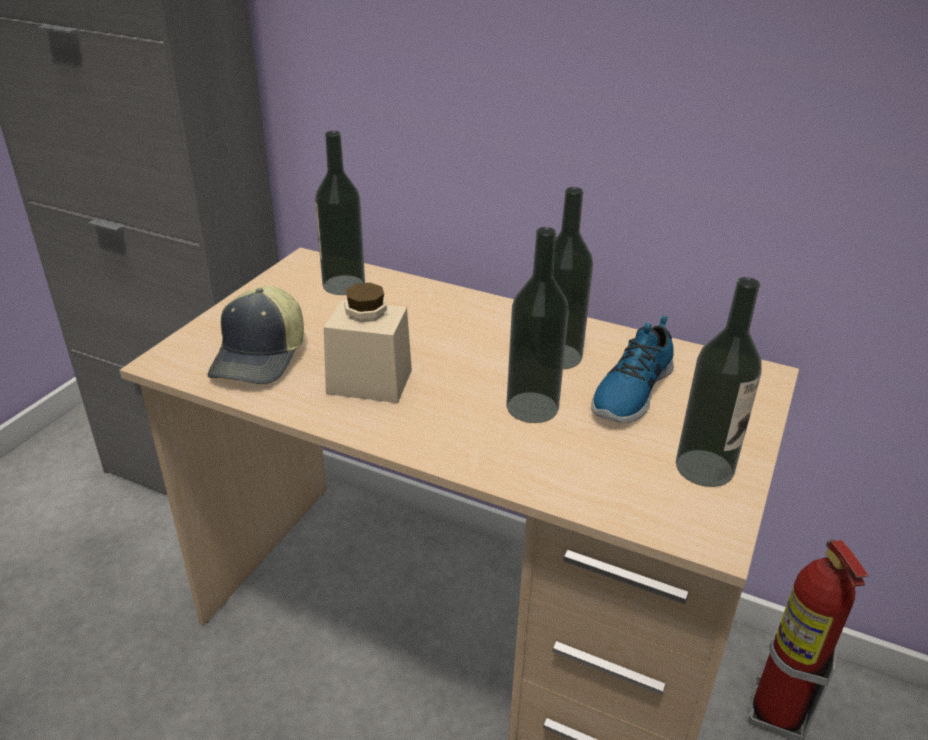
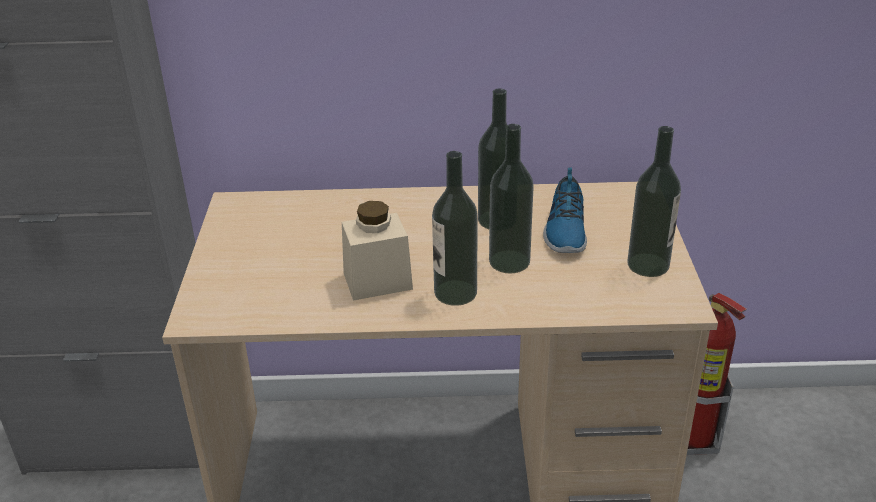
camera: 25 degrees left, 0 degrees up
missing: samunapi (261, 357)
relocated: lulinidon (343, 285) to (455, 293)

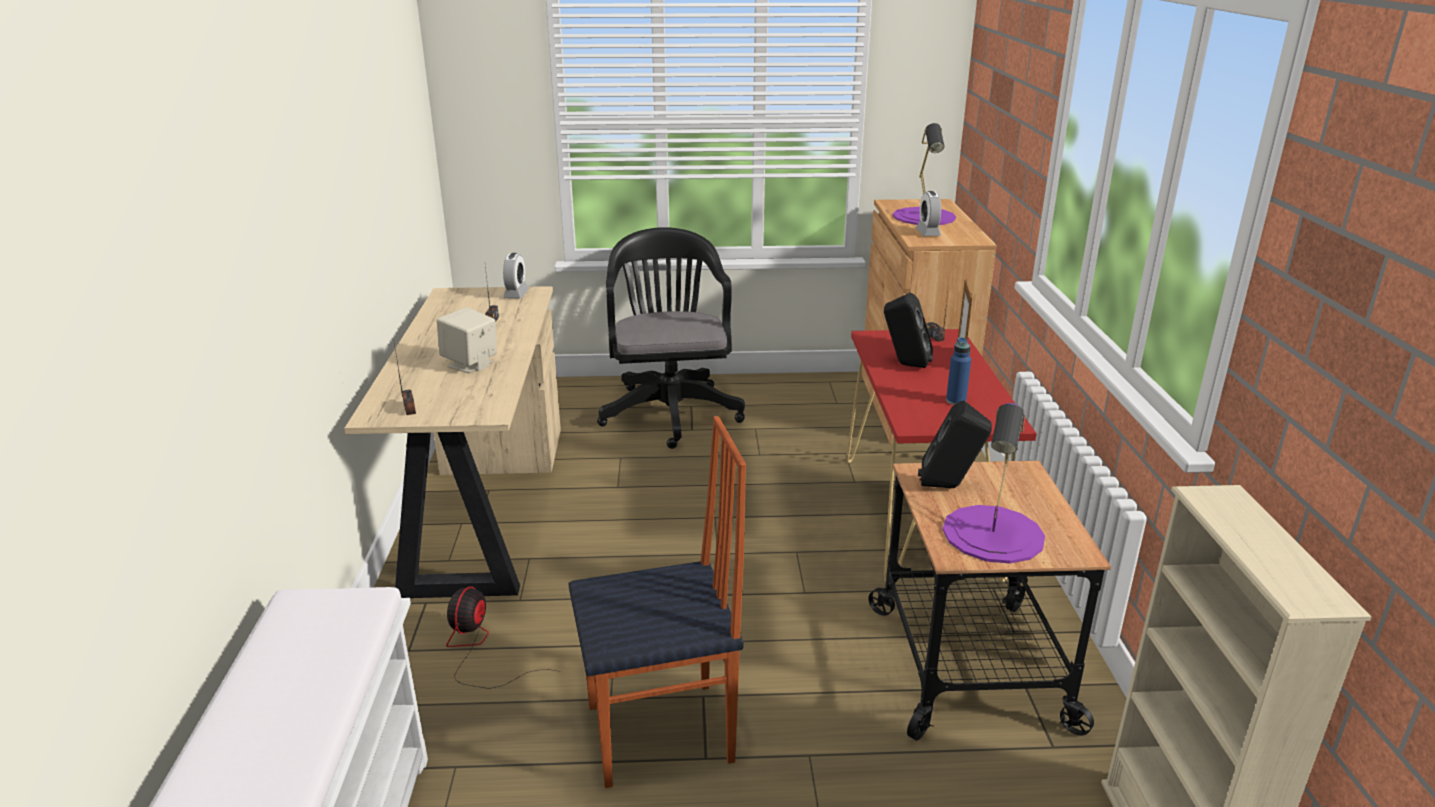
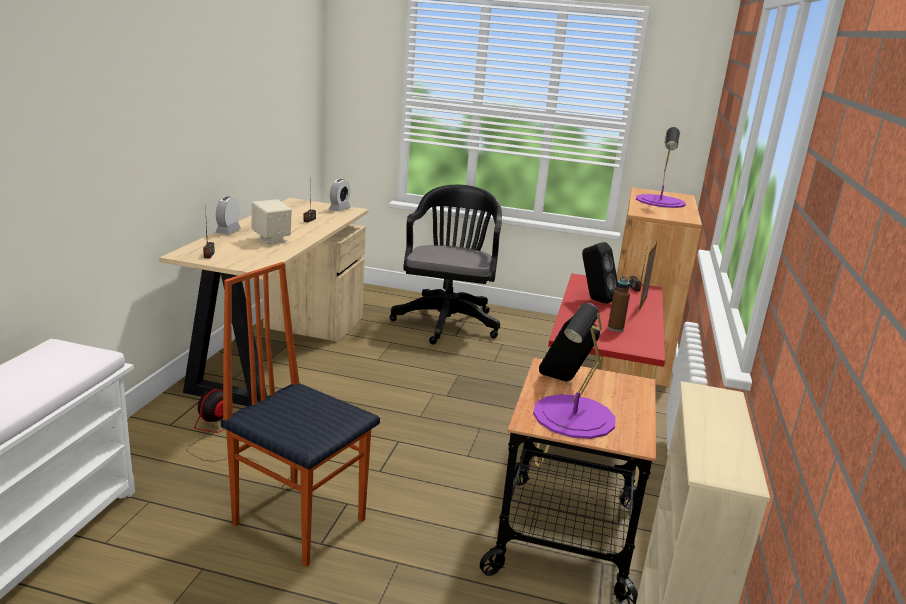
camera: 15 degrees right, 5 degrees down
relocated: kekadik (928, 233) to (228, 231)
colour: lulinidon (blue) (955, 401) to lulinidon (brown) (615, 328)
spun: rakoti (662, 735) = (300, 520) 150 degrees counterclockwise

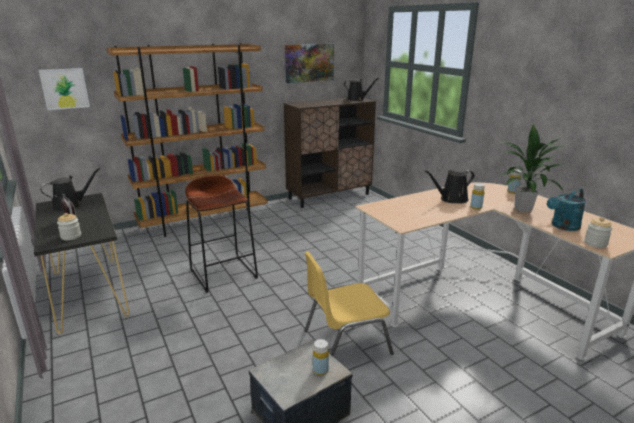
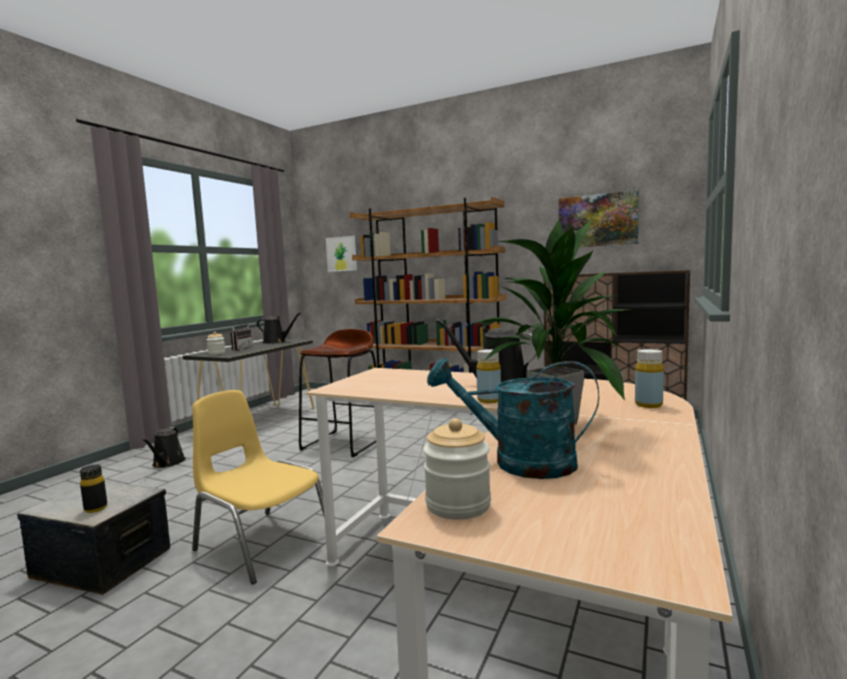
camera: 55 degrees right, 15 degrees down
relocated: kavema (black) (357, 99) to (167, 463)
colour: lulinidon (yellow) (320, 370) to lulinidon (black) (95, 508)

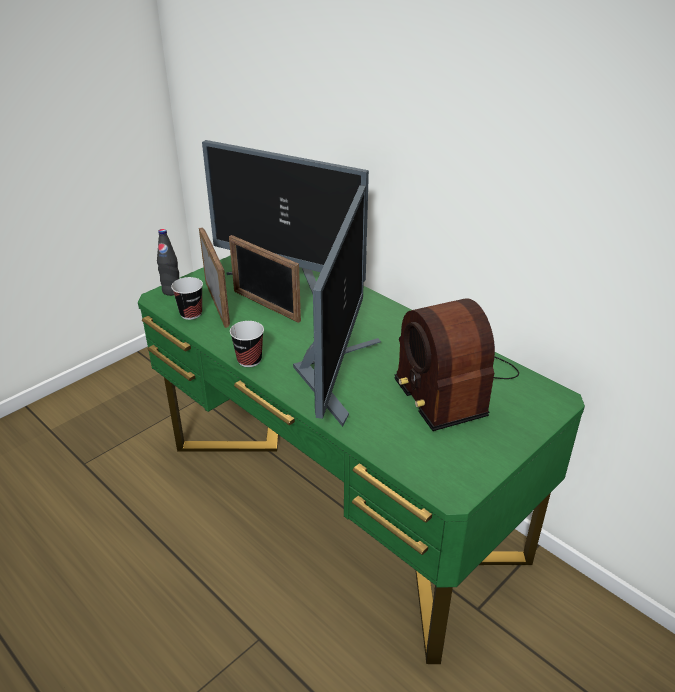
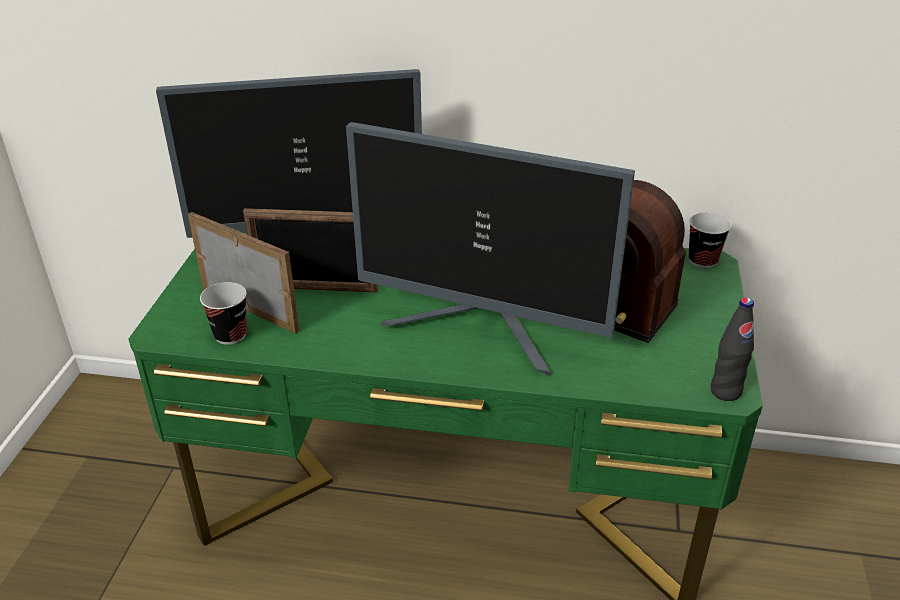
camera: 35 degrees left, 0 degrees up
relocated: lulinidon (black) (171, 291) to (725, 391); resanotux (249, 360) to (702, 260)
spun: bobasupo (334, 373) = (483, 329) 135 degrees clockwise

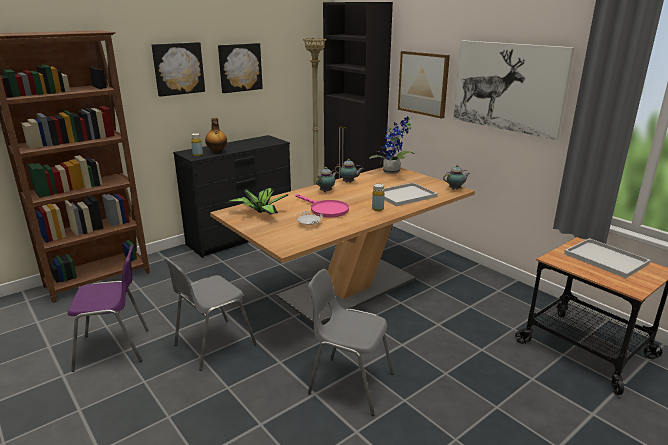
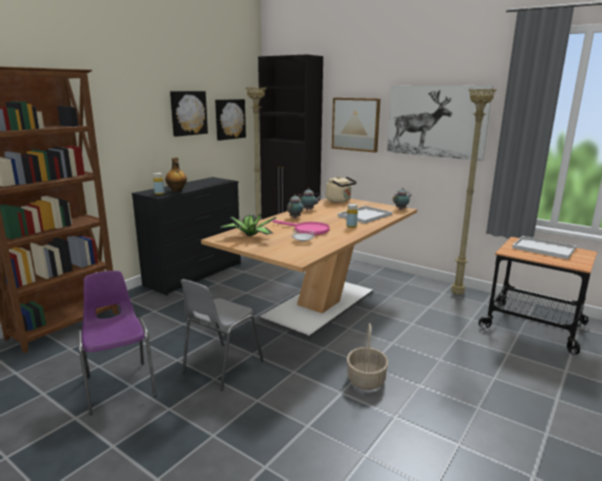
camera: 15 degrees left, 5 degrees down
appeared: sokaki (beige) (456, 294)
relocated: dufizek (178, 68) to (229, 119)
exchanged: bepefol (393, 172) to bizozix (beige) (340, 201); rakoti (grey) (349, 383) to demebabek (365, 379)
spun: rakoti (purple) (114, 349) = (120, 385) 90 degrees counterclockwise

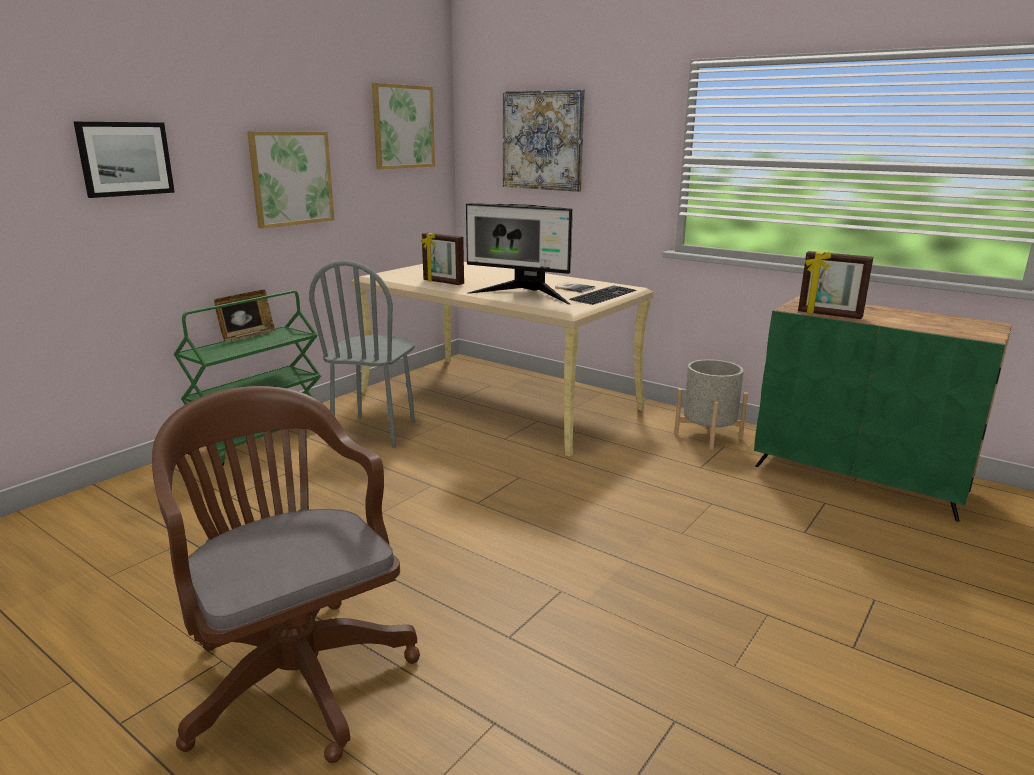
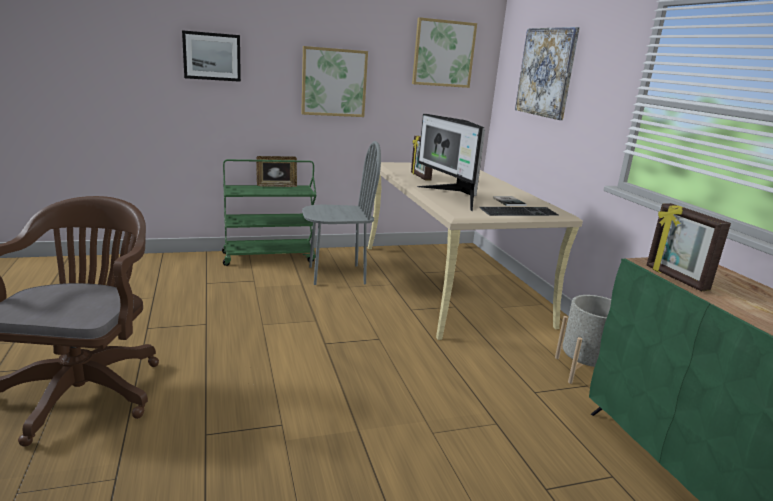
camera: 35 degrees right, 0 degrees up
spun: rakoti (grey) (375, 431) = (336, 275) 150 degrees counterclockwise

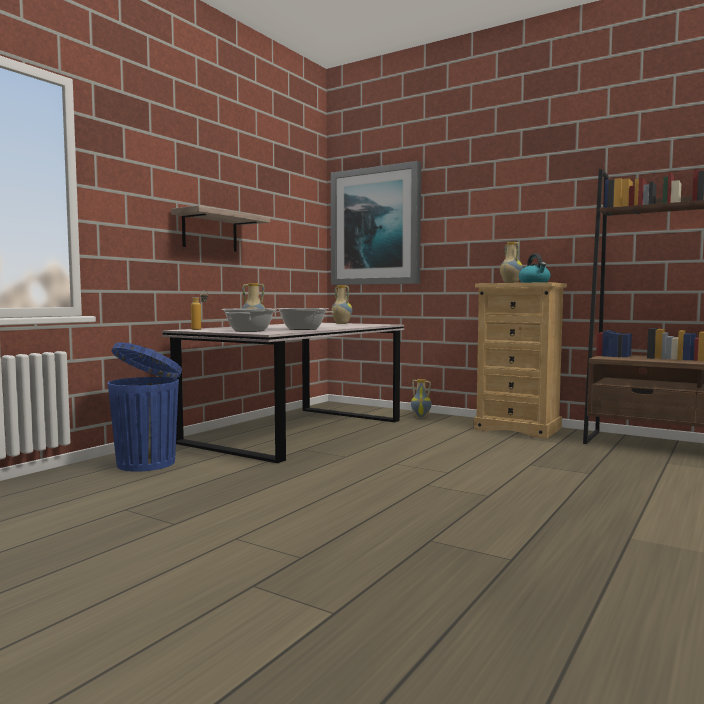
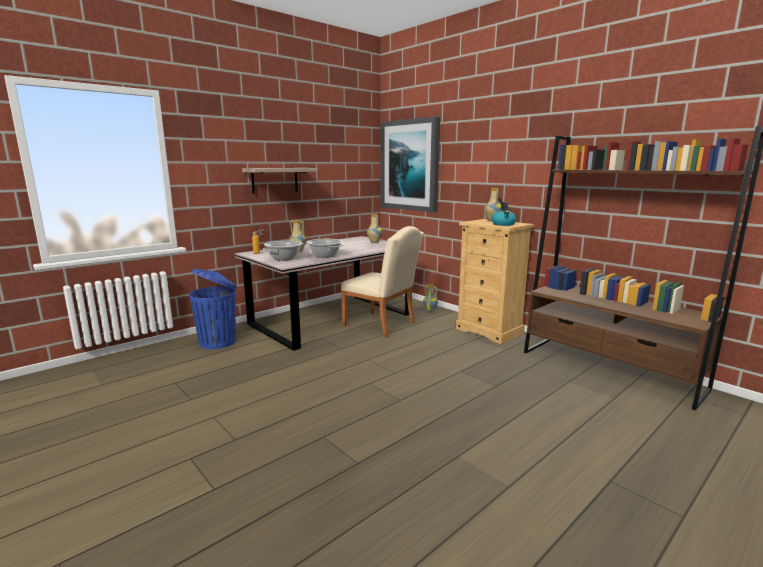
camera: 15 degrees right, 10 degrees up
appeared: rakoti (beige) (383, 325)

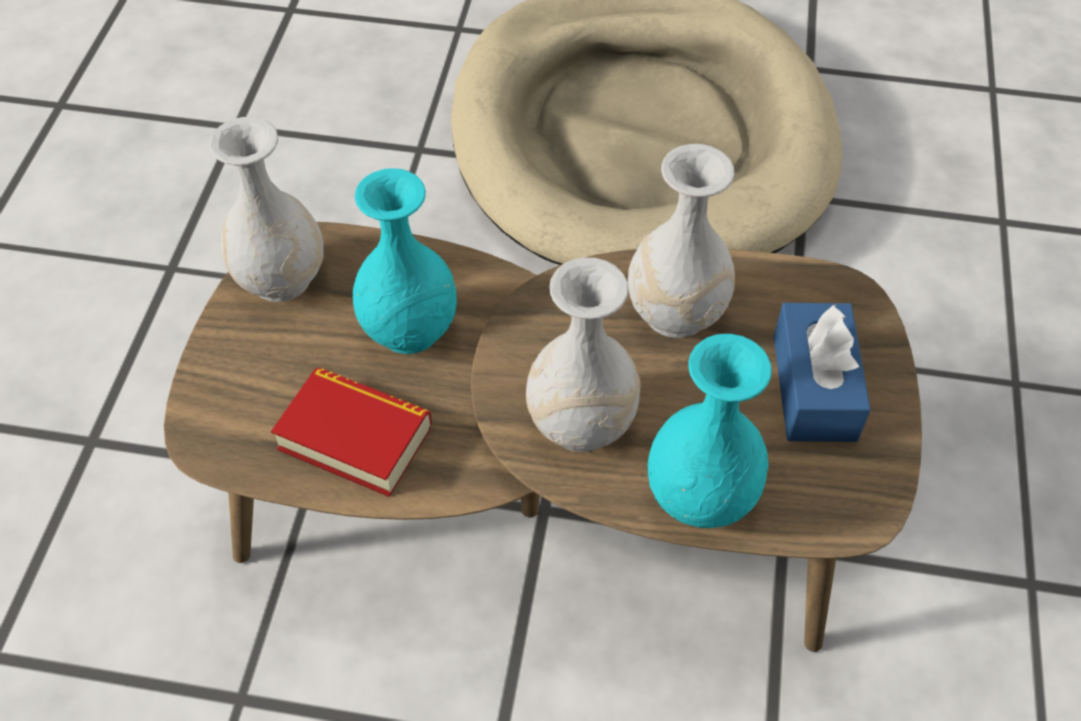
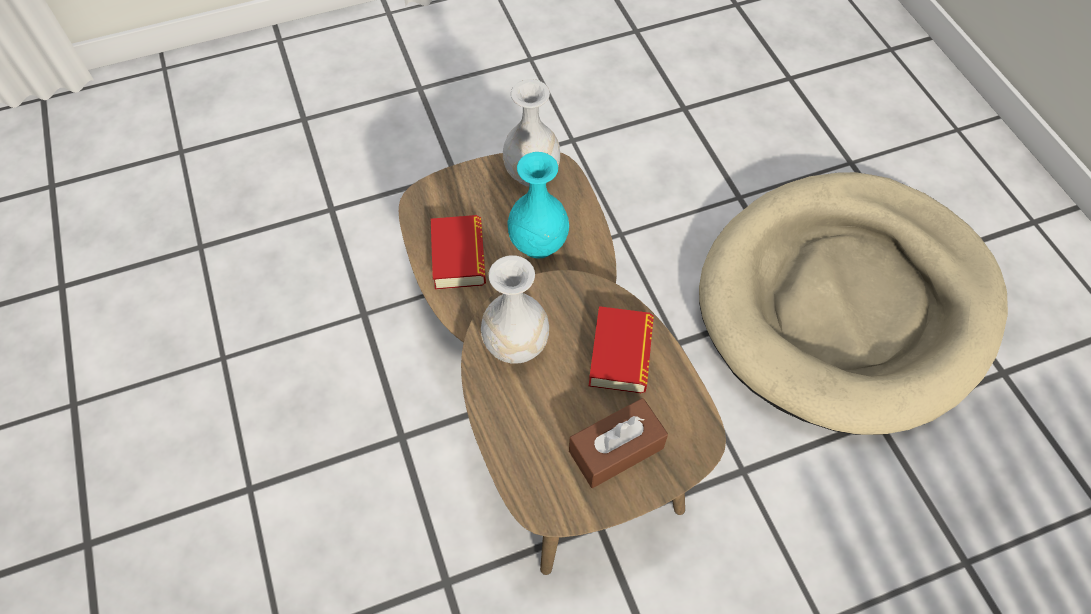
camera: 60 degrees right, 5 degrees up
missing: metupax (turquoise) (701, 497)
exchanged: metupax (white) (674, 313) to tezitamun (620, 354)
colour: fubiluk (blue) (814, 387) to fubiluk (brown) (616, 449)

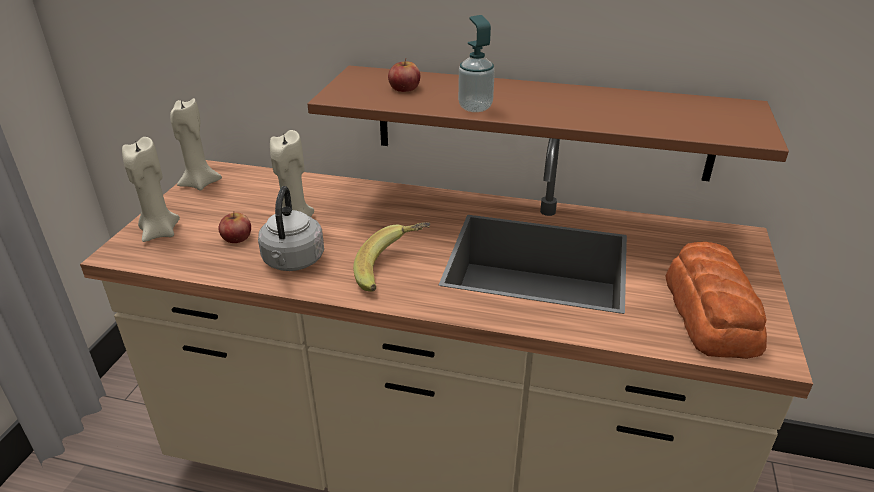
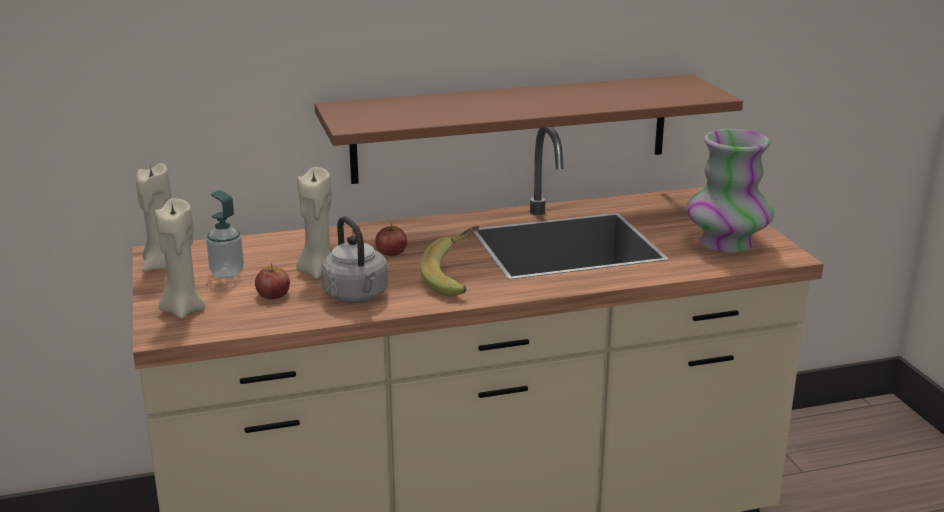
camera: 30 degrees left, 10 degrees down
relocated: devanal (475, 107) to (227, 273); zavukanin (404, 88) to (391, 251)
exchanged: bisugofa (711, 312) to metupax (726, 243)

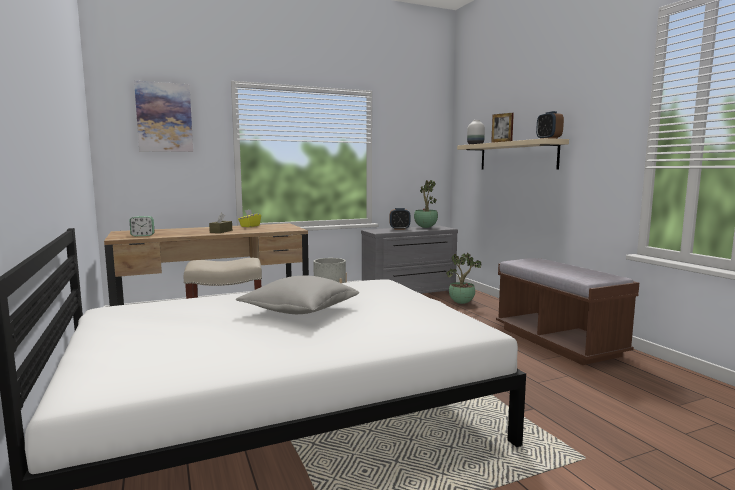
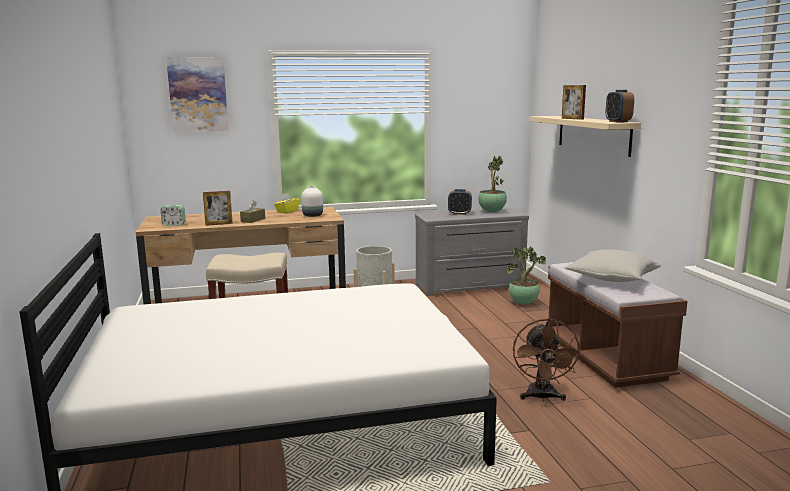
camera: 10 degrees right, 5 degrees up
appeared: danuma (219, 224); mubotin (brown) (542, 397)
relocated: metupax (white) (476, 144) to (313, 215); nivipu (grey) (300, 310) to (612, 279)

